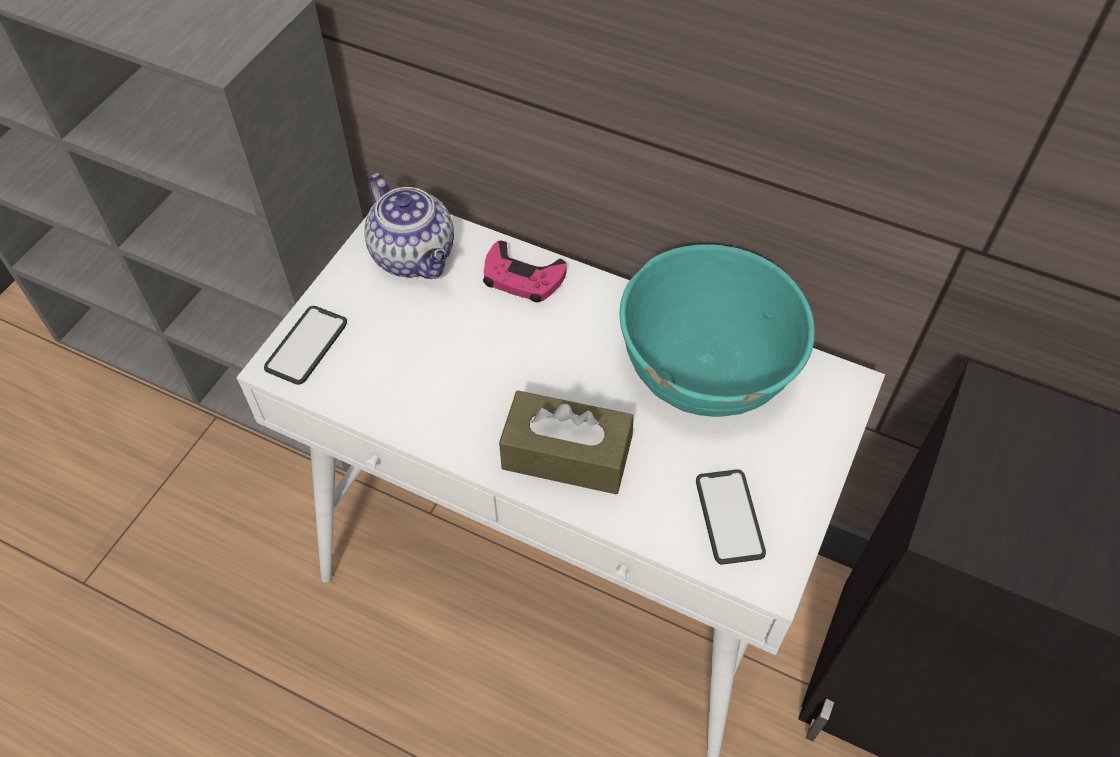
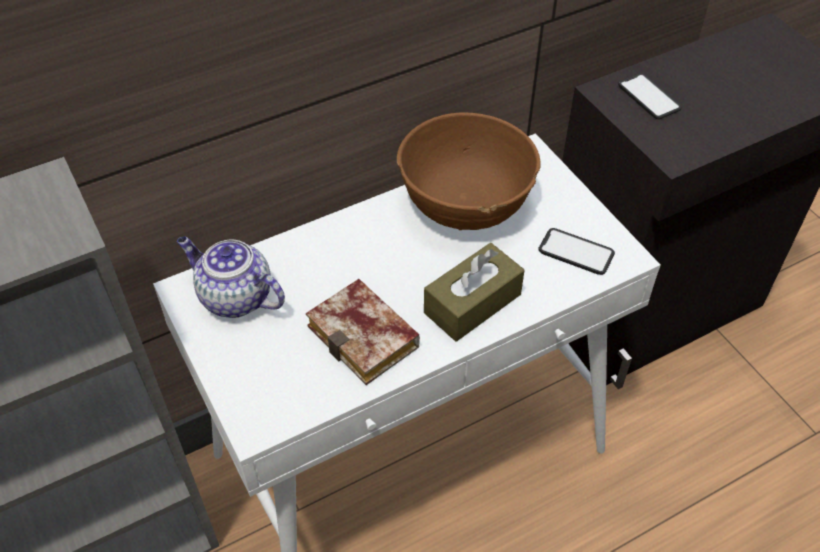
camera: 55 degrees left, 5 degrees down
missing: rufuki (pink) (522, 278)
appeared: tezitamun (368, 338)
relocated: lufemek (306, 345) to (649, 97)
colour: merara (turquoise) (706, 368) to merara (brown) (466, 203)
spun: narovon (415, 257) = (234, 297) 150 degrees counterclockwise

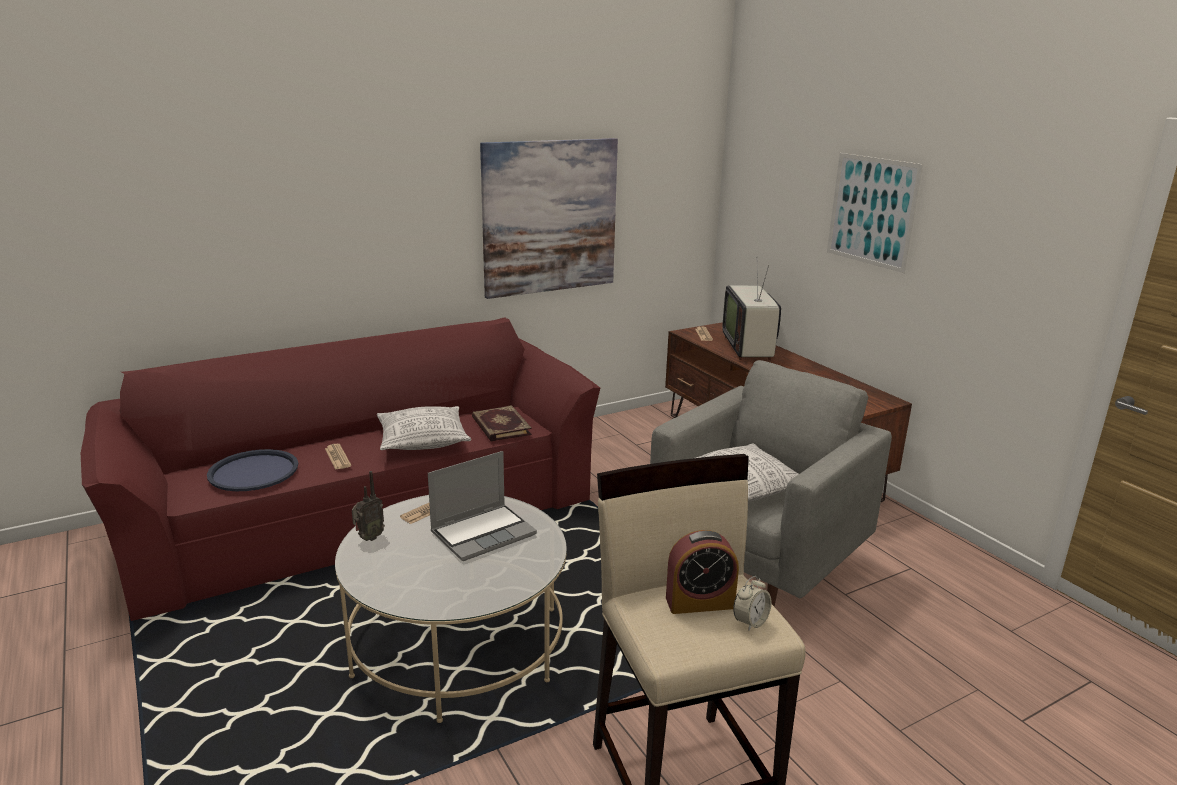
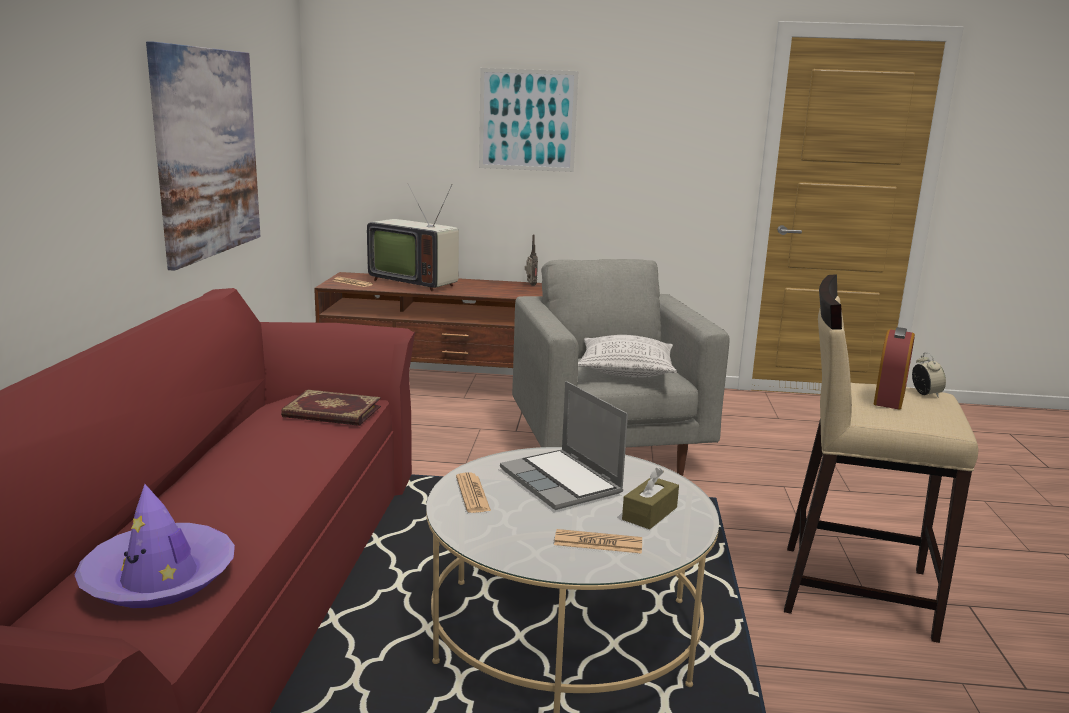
camera: 55 degrees left, 5 degrees down
missing: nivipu (423, 441)
appeared: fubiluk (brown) (649, 513)
relocated: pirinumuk (337, 457) to (598, 543); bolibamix (368, 538) to (530, 285)
exchanged: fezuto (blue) (254, 471) to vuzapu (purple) (159, 578)
spun: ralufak (483, 533) = (562, 482) 150 degrees clockwise

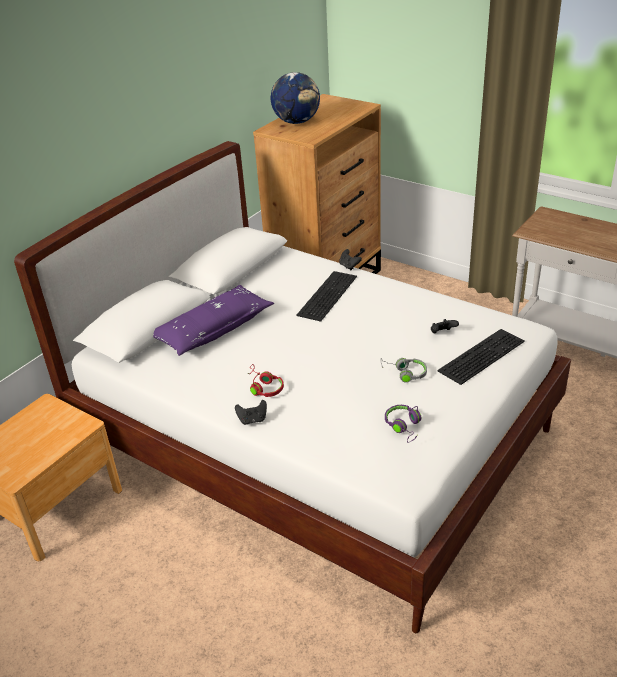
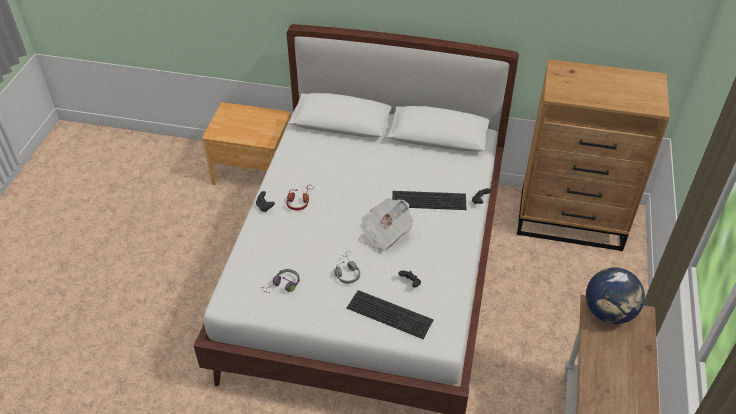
camera: 65 degrees right, 10 degrees up
missing: nivipu (purple) (213, 329)
appeared: pirinumuk (384, 234)
relocated: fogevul (297, 122) to (609, 312)

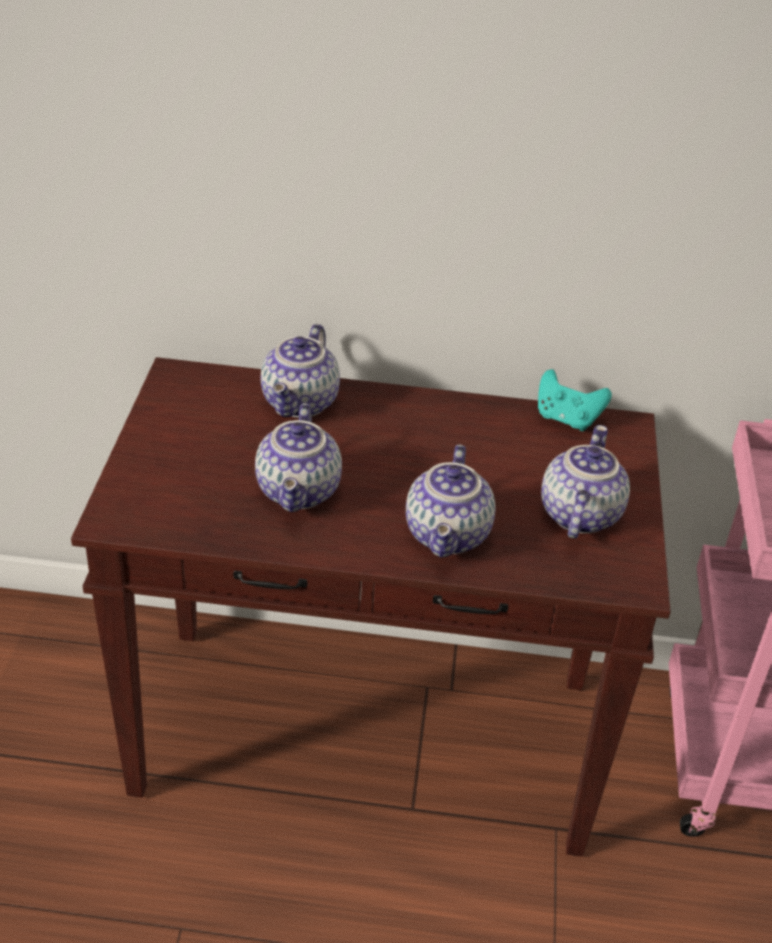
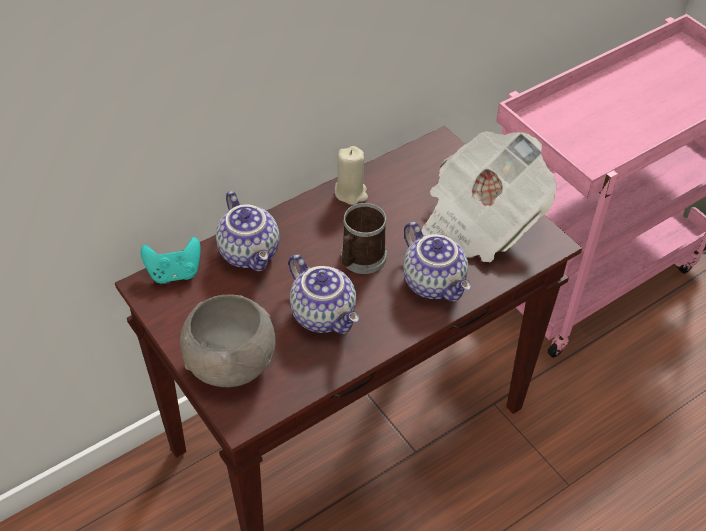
camera: 40 degrees left, 10 degrees up
appeared: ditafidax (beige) (351, 192); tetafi (360, 260); merara (grey) (233, 362)
relocated: rufuki (turquoise) (567, 419) to (174, 273)
exchanged: narovon (578, 514) to pirinumuk (480, 220)

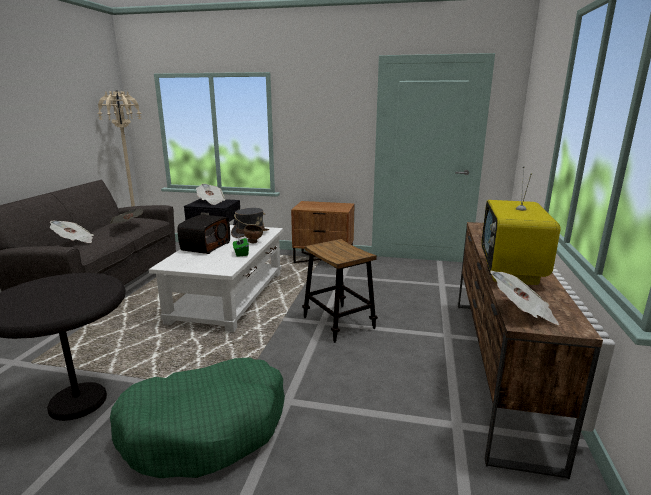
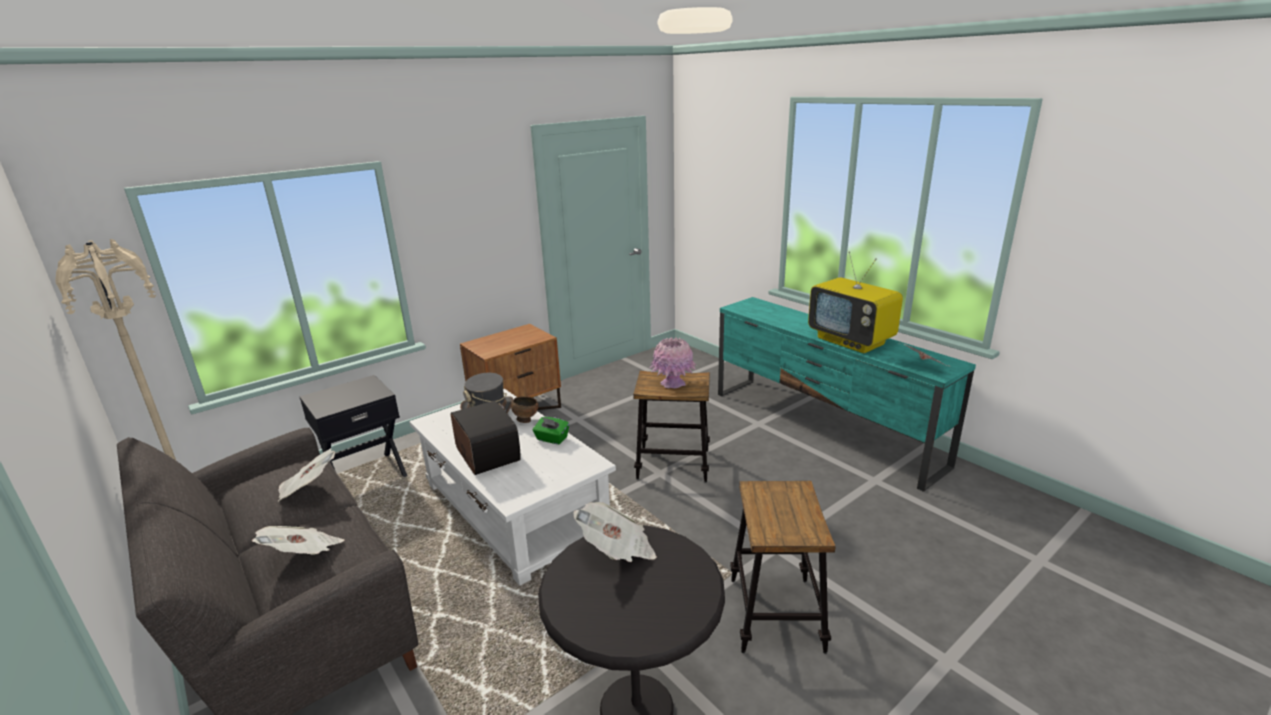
camera: 50 degrees left, 5 degrees up
appeared: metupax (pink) (673, 383)
relocated: pirinumuk (211, 201) to (617, 550)
exchanged: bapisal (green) (206, 428) to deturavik (776, 614)
colour: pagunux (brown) (496, 367) to pagunux (turquoise) (823, 428)

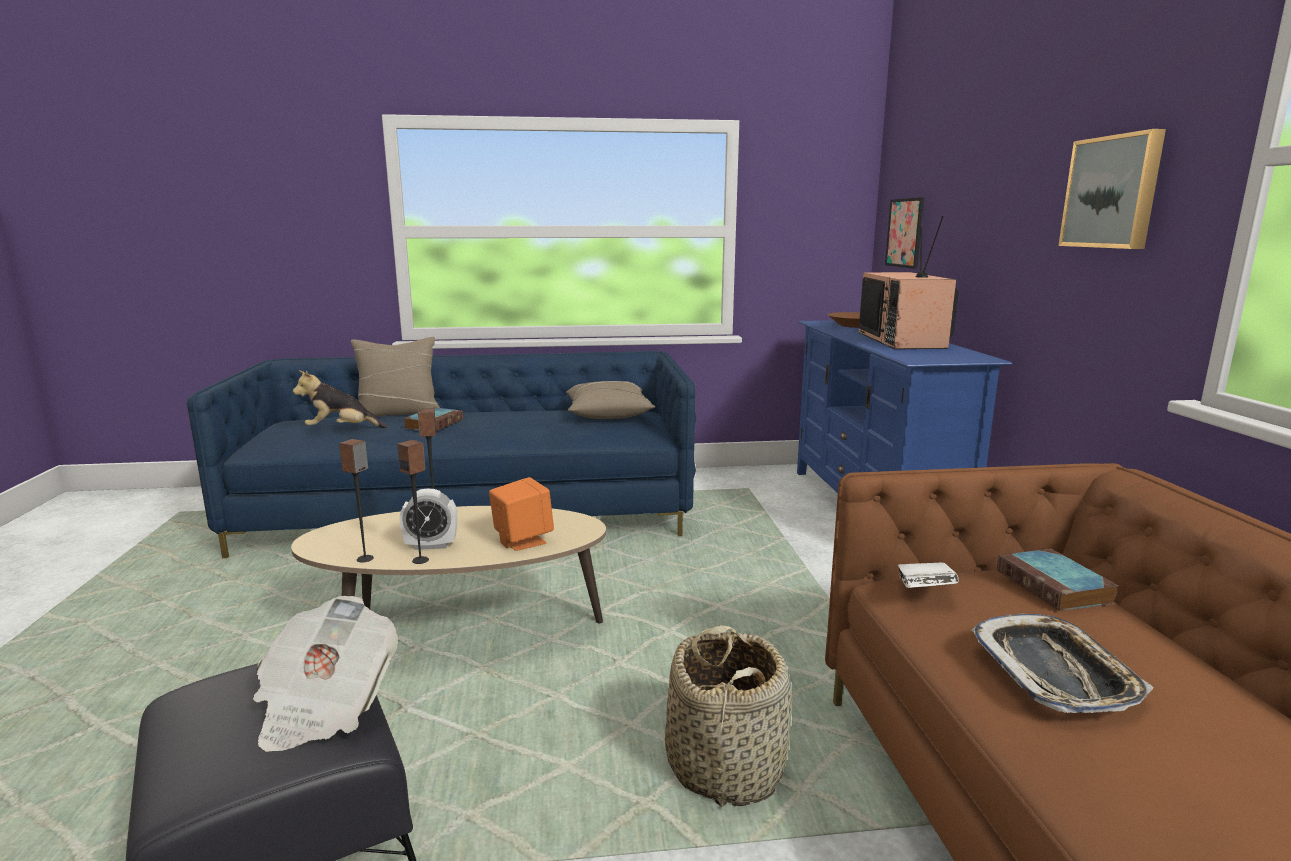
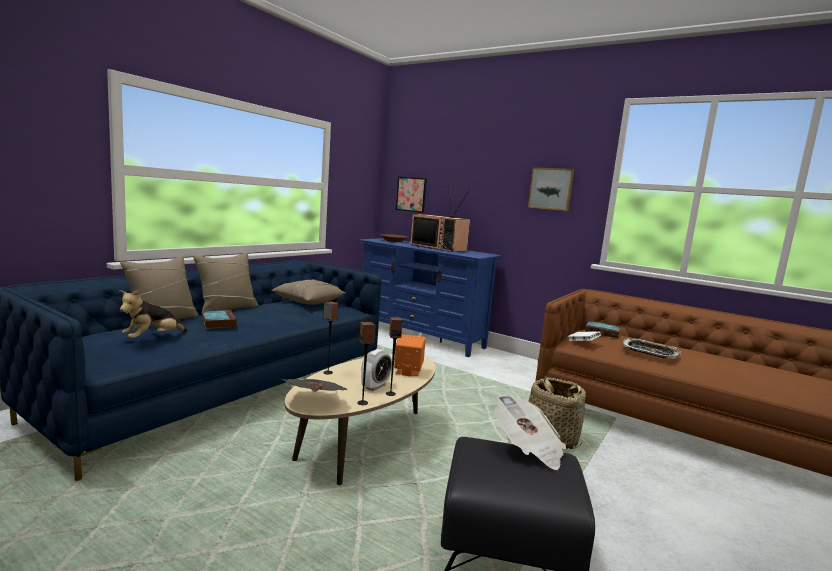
camera: 50 degrees left, 5 degrees down
appeared: nivipu (beige) (227, 308); pirinumuk (315, 402)

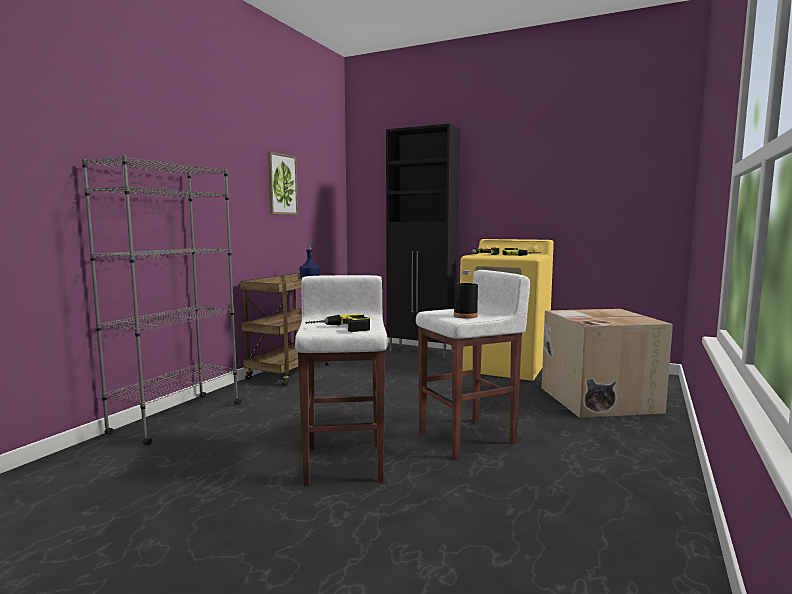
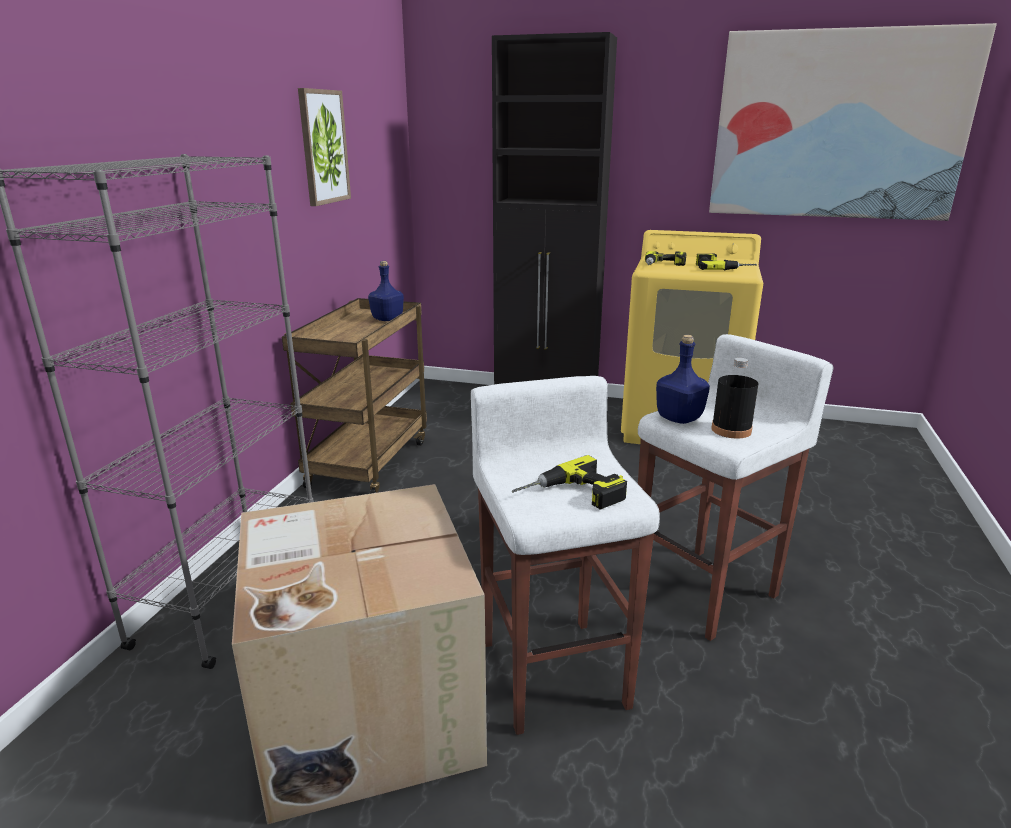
camera: 10 degrees left, 15 degrees up
appeared: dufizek (838, 126); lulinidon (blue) (678, 418)
relocated: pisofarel (597, 399) to (364, 709)

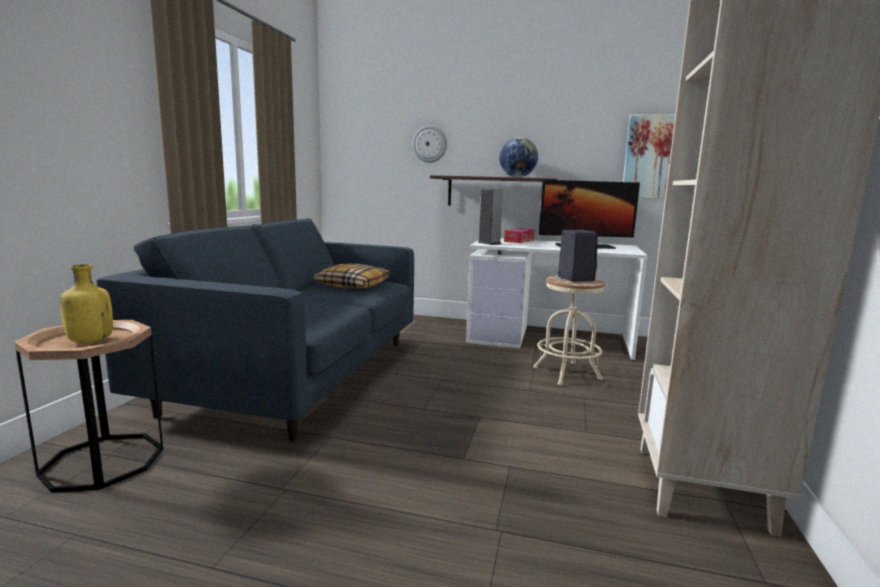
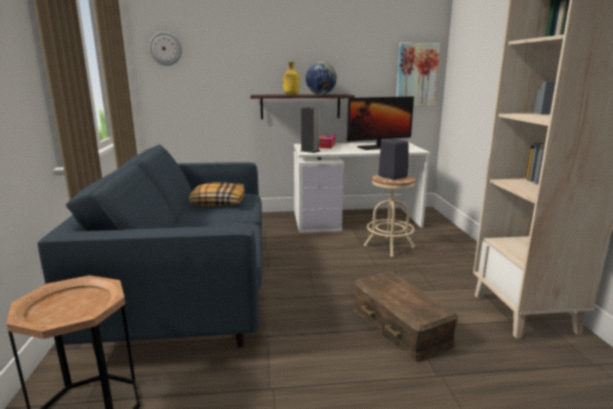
camera: 20 degrees left, 5 degrees up
appeared: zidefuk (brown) (401, 326)
relocated: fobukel (430, 144) to (165, 48); lulinidon (yellow) (89, 341) to (291, 94)

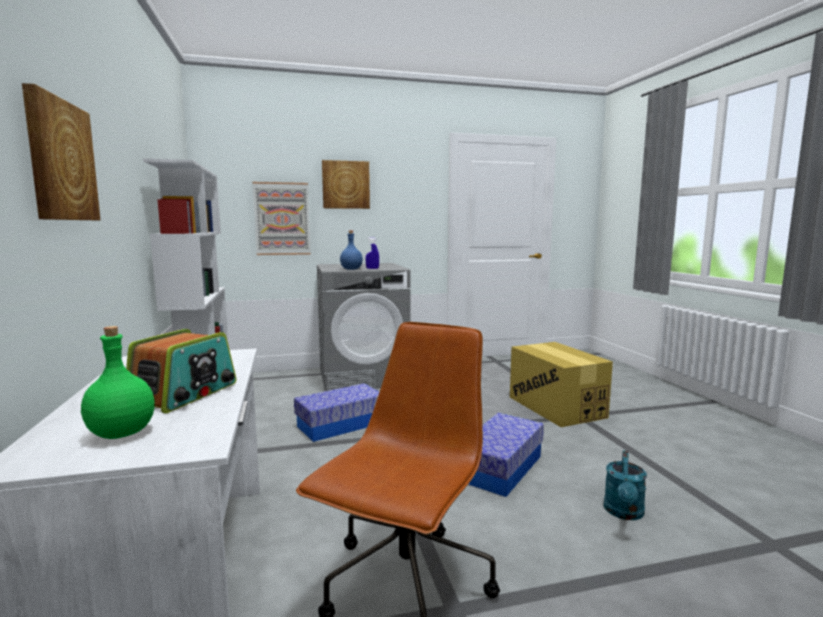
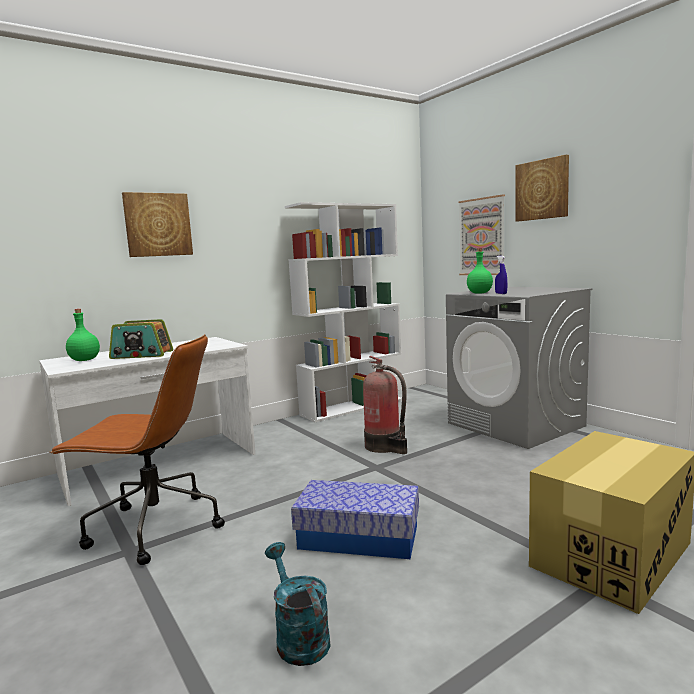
camera: 70 degrees right, 0 degrees up
exchanged: zidefuk (340, 425) to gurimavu (385, 447)
colour: lulinidon (blue) (351, 269) to lulinidon (green) (479, 293)
spun: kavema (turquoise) (624, 513) = (298, 636) 60 degrees clockwise

